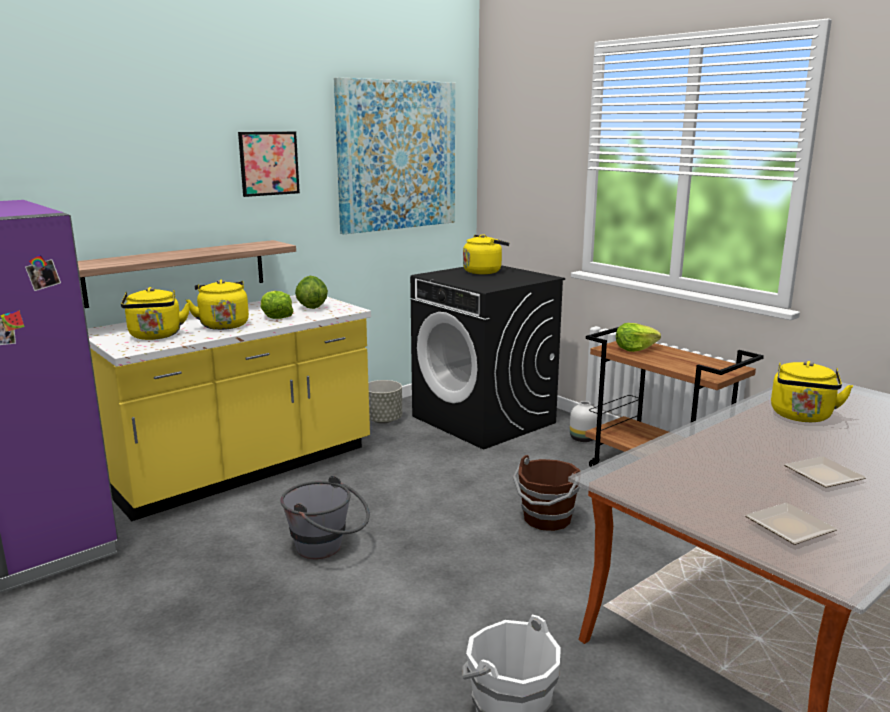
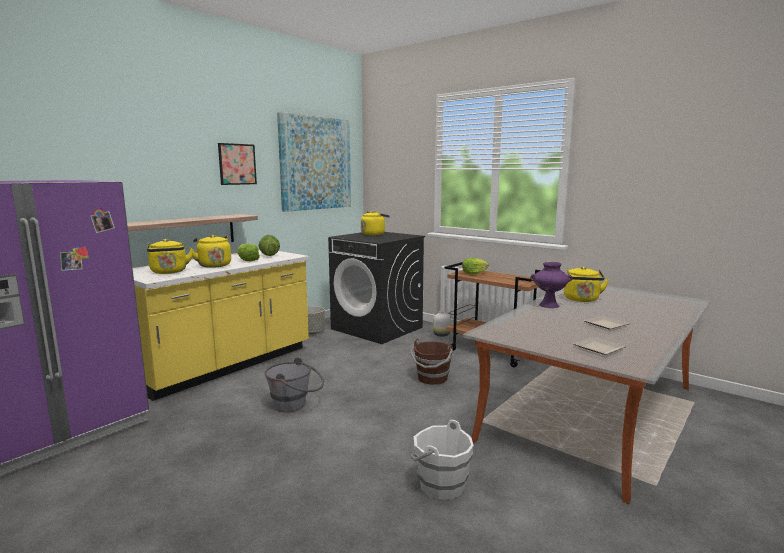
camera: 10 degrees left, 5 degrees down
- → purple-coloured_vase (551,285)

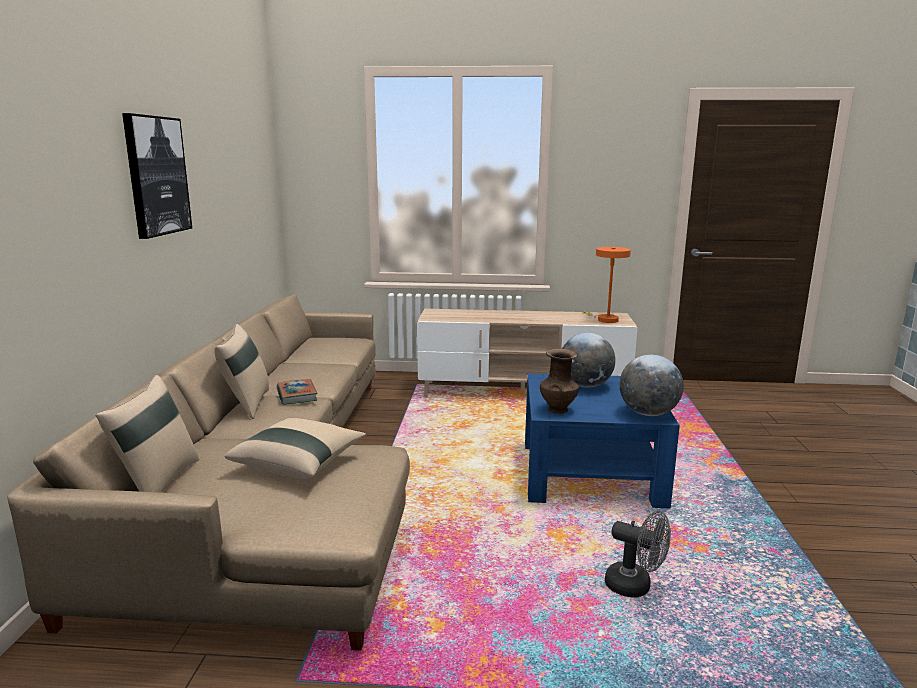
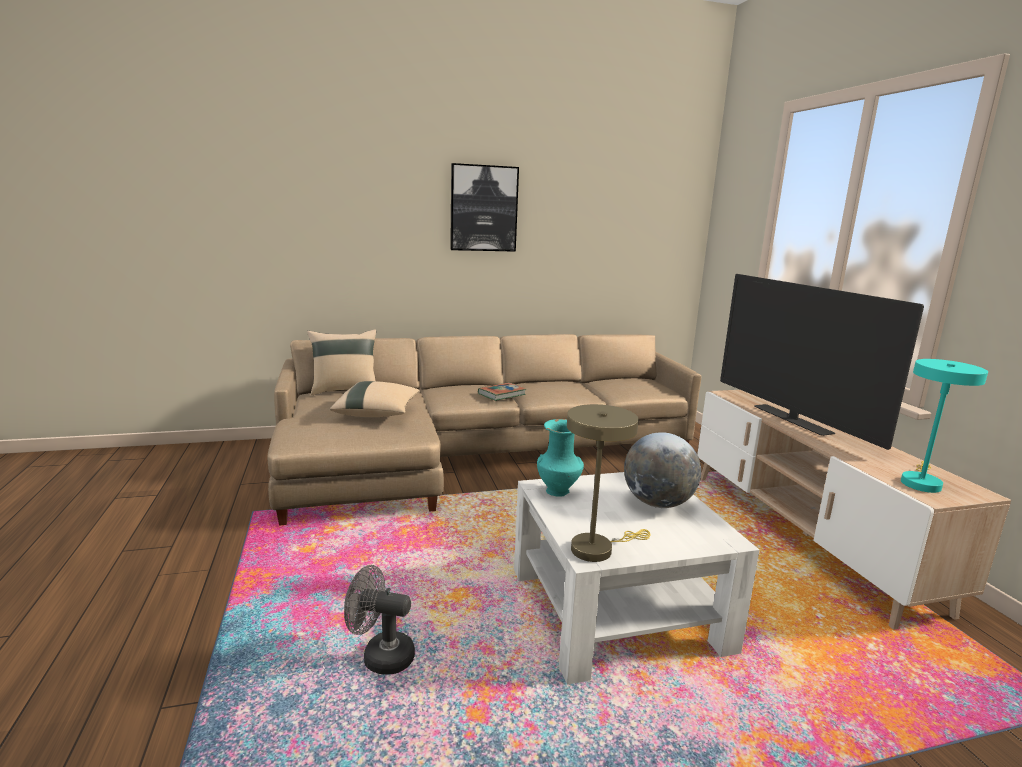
camera: 70 degrees right, 0 degrees up
beige_cushion (241,371) → -
- → television (822,362)
desk_globe (651,385) → beige_tabletop_lamp (609,483)
bluish_coffee_table (602,441) → whitish_coffee_table (637,578)
brownish_vase (559,381) → blue-green_vase (560,458)
orange_tabletop_lamp (606,285) → blue-green_tabletop_lamp (944,426)
grey_fan (638,554) → grey_fan (379,620), 90 degrees clockwise

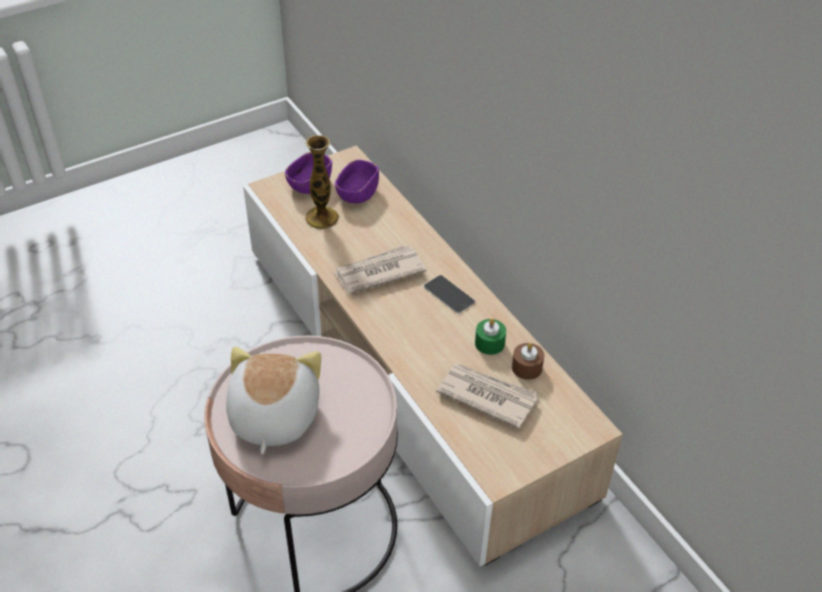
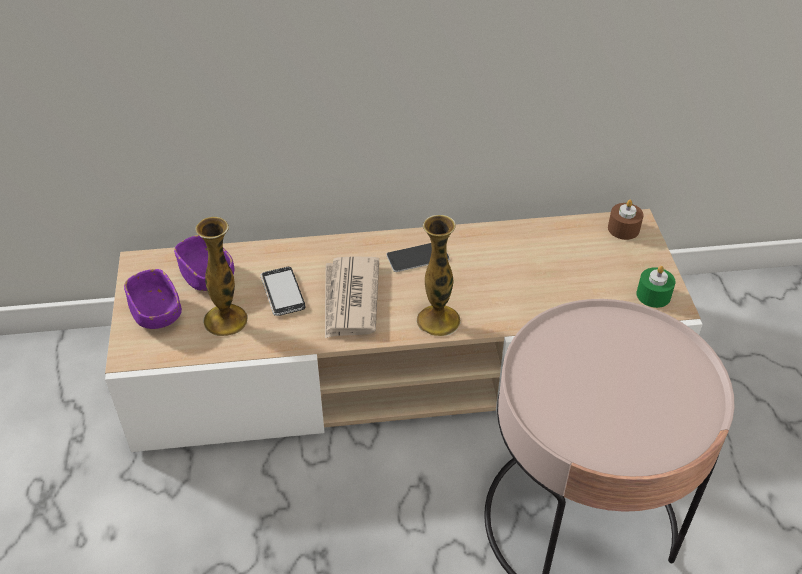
camera: 65 degrees left, 0 degrees up
soft_toy (273,400) → -
daily_paper (487,396) → -
- → handset (282,291)
- → vase (438,275)
green_wax_light (490,336) → green_wax_light (656,287), shifted
brownish_wax_light (528,361) → brownish_wax_light (626,220), shifted

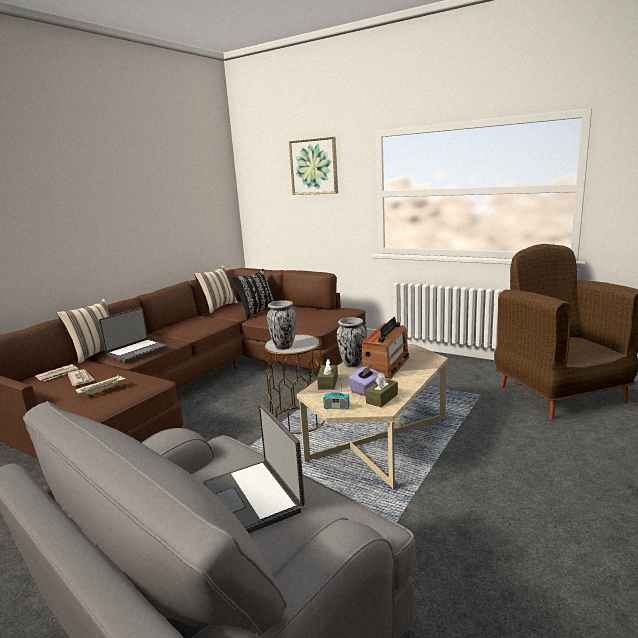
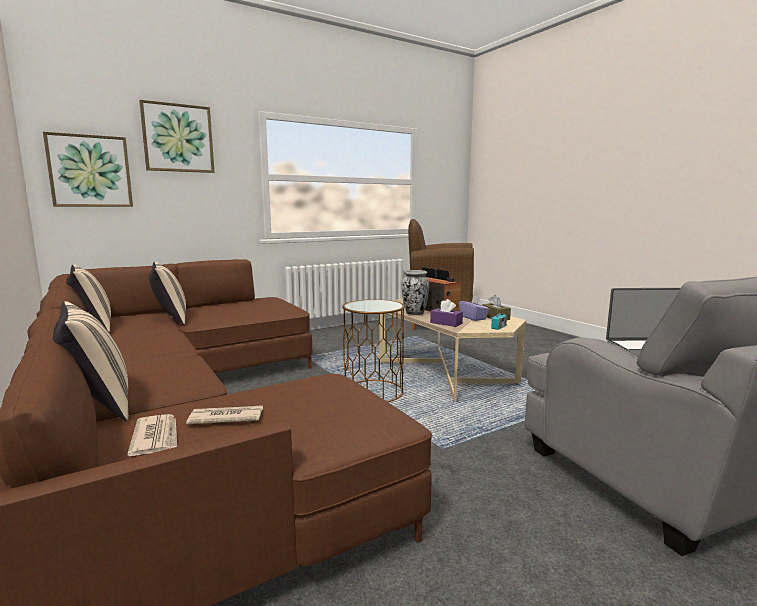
camera: 65 degrees left, 5 degrees down
beige_serving_tray (100,384) → -
laptop (133,335) → -
vase (281,325) → -
- → picture (88,169)
blackish_cushion (253,294) → beige_cushion (167,293)
brownish_tissue_holder (327,374) → purple-coloured_tissue_holder (446,313)

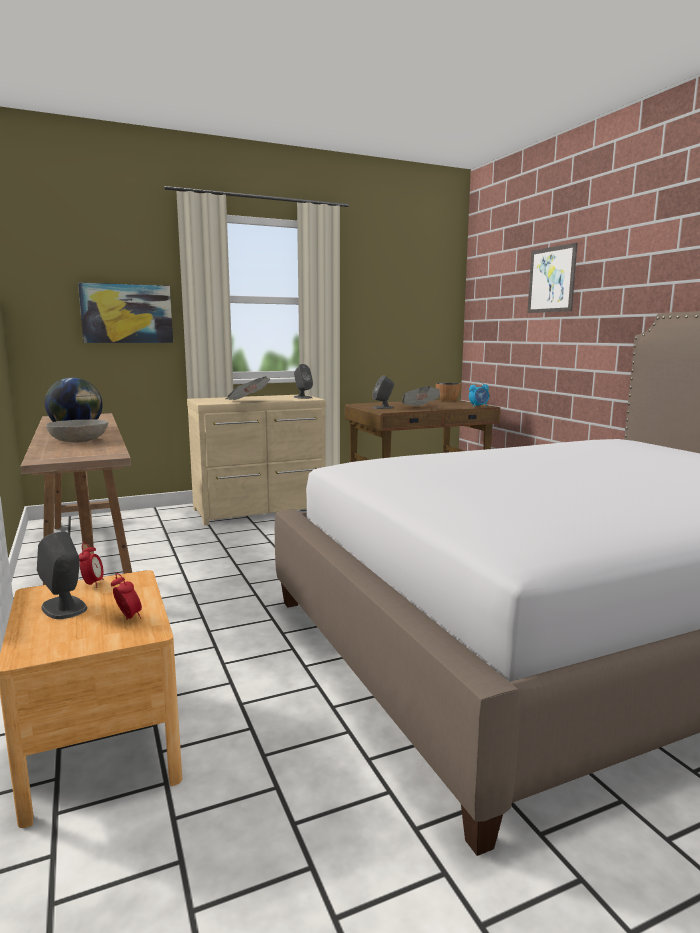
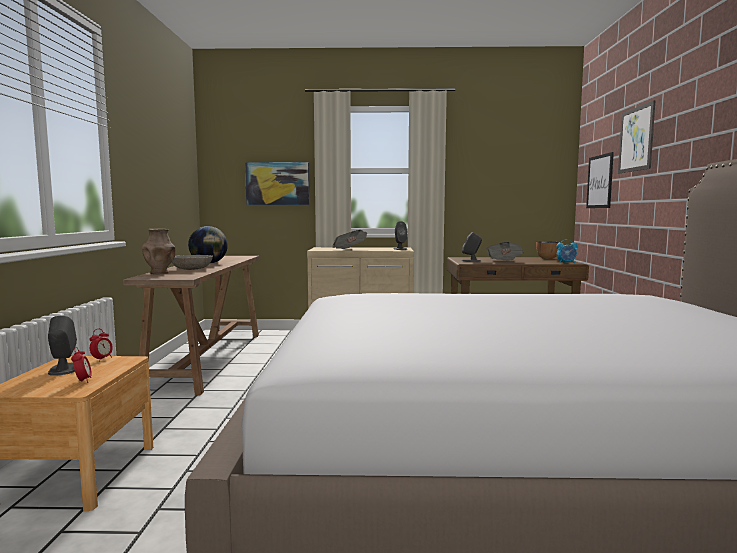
camera: 25 degrees right, 5 degrees down
- → brownish_vase (159,251)
- → picture (600,180)

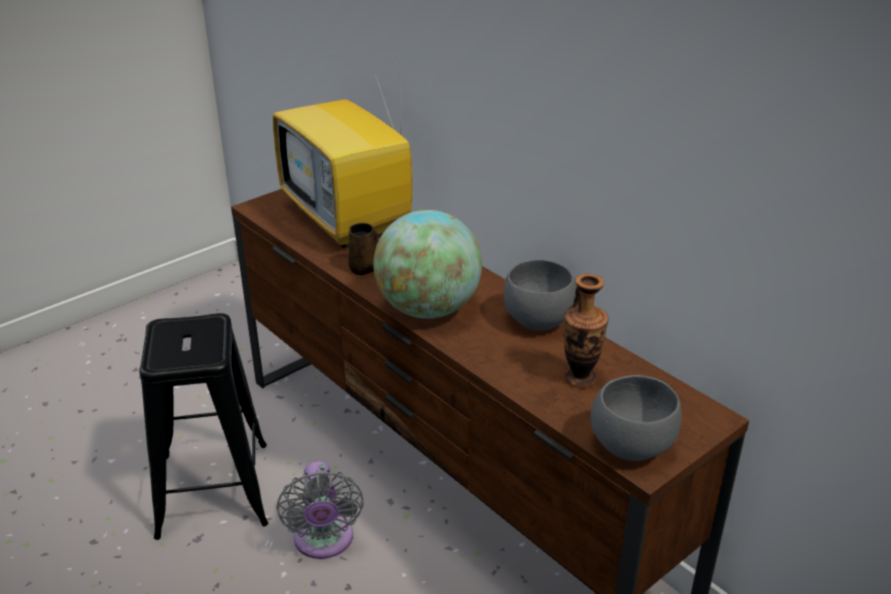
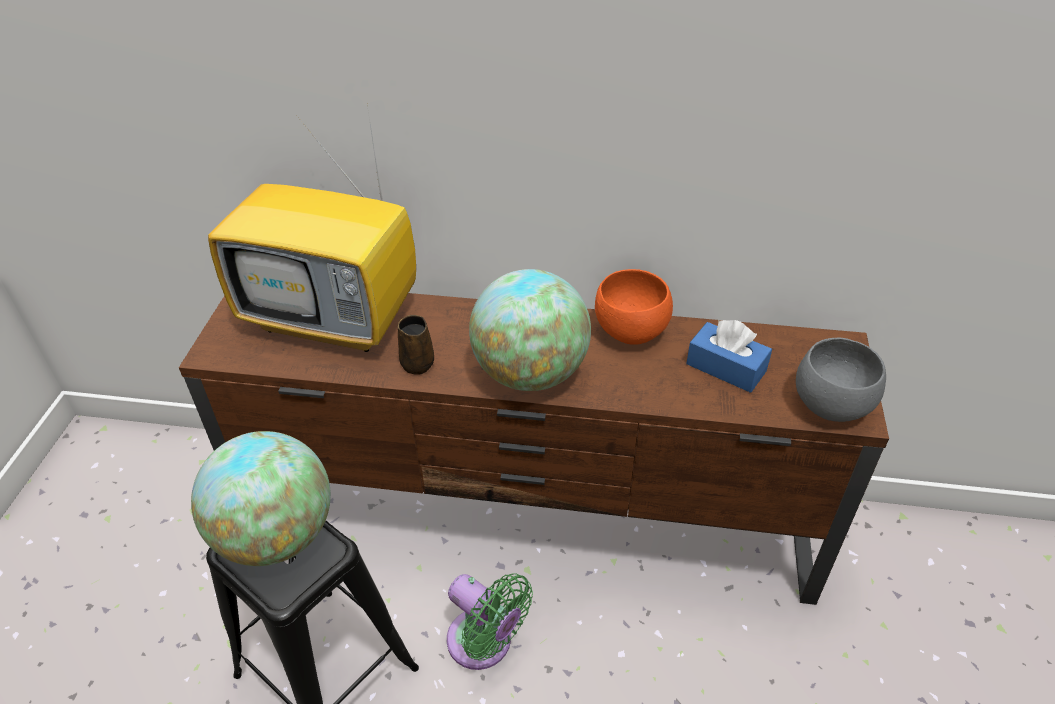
camera: 40 degrees left, 10 degrees up
- → desk_globe (261,498)
vase (586,331) → bluish_tissue_holder (729,356)
grey_fan (320,510) → green_fan (490,621)
grey_serving_bowl (540,295) → orange_serving_bowl (634,307)

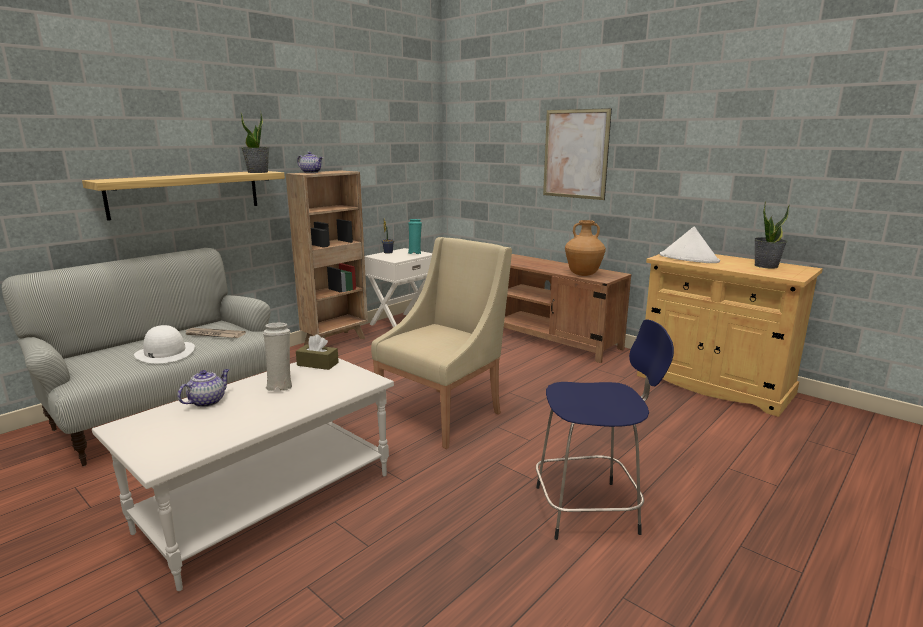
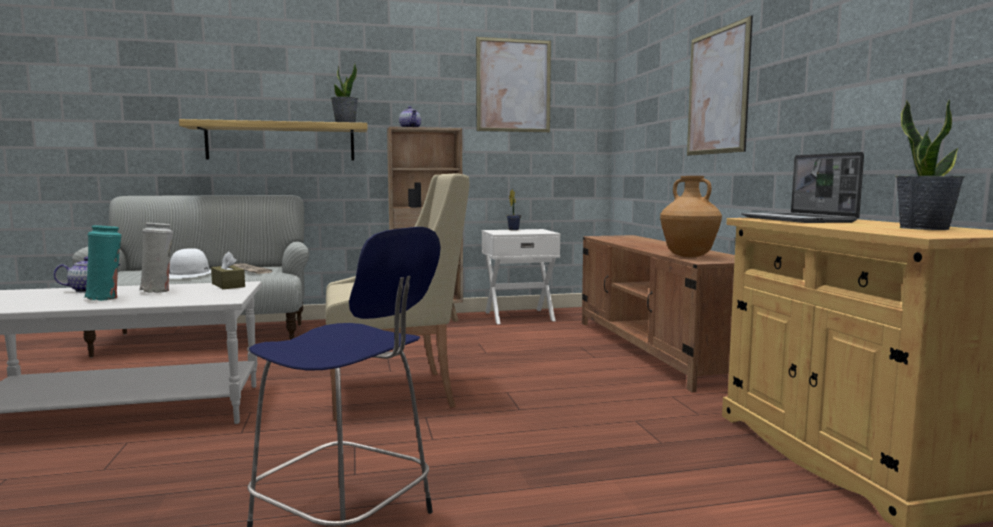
camera: 35 degrees right, 10 degrees down
- → picture (513,84)
blue-green_vase (415,236) → blue-green_vase (103,263), shifted
whitish_hat (690,244) → laptop (802,187)

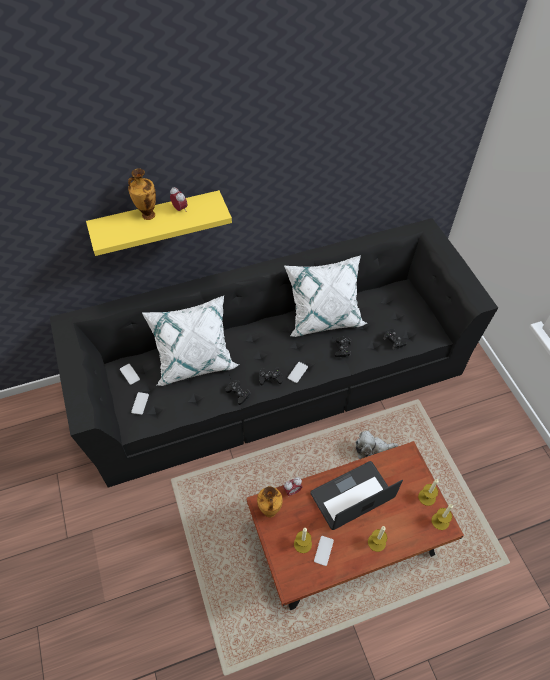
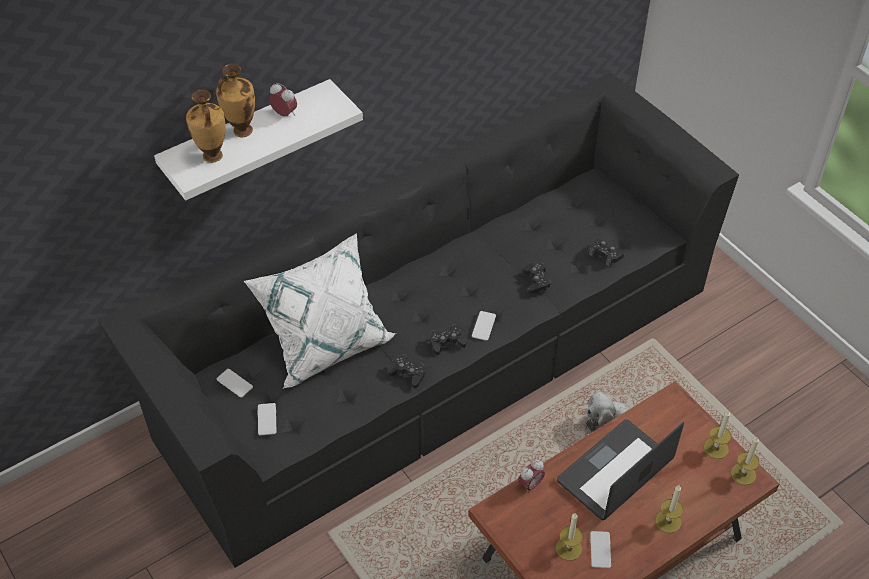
camera: 15 degrees left, 5 degrees down
whitish_cushion (325,296) → -
vase (270,501) → vase (206,126), shifted
yellow_shelf (159,223) → whitish_shelf (258,139)

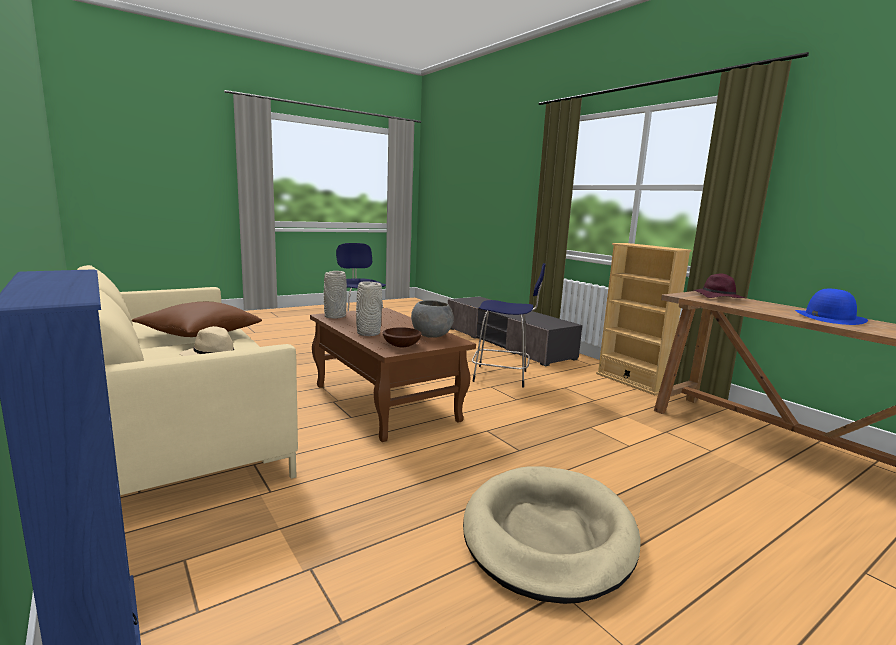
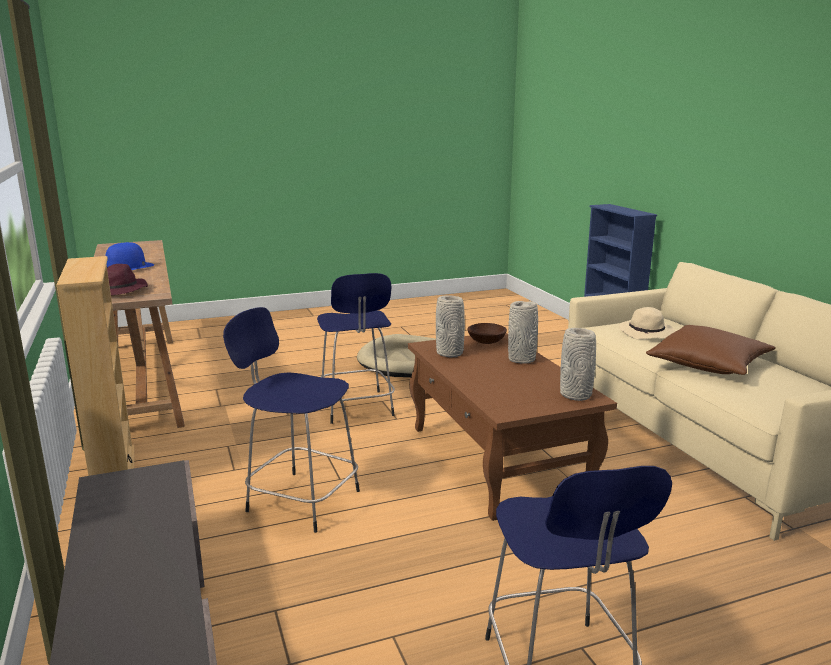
camera: 165 degrees left, 5 degrees up
- → bluish_stool (356,348)
grey_serving_bowl (432,319) → grey_vase (450,326)

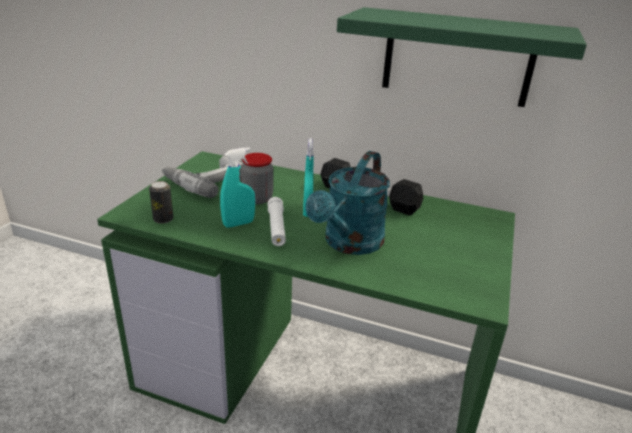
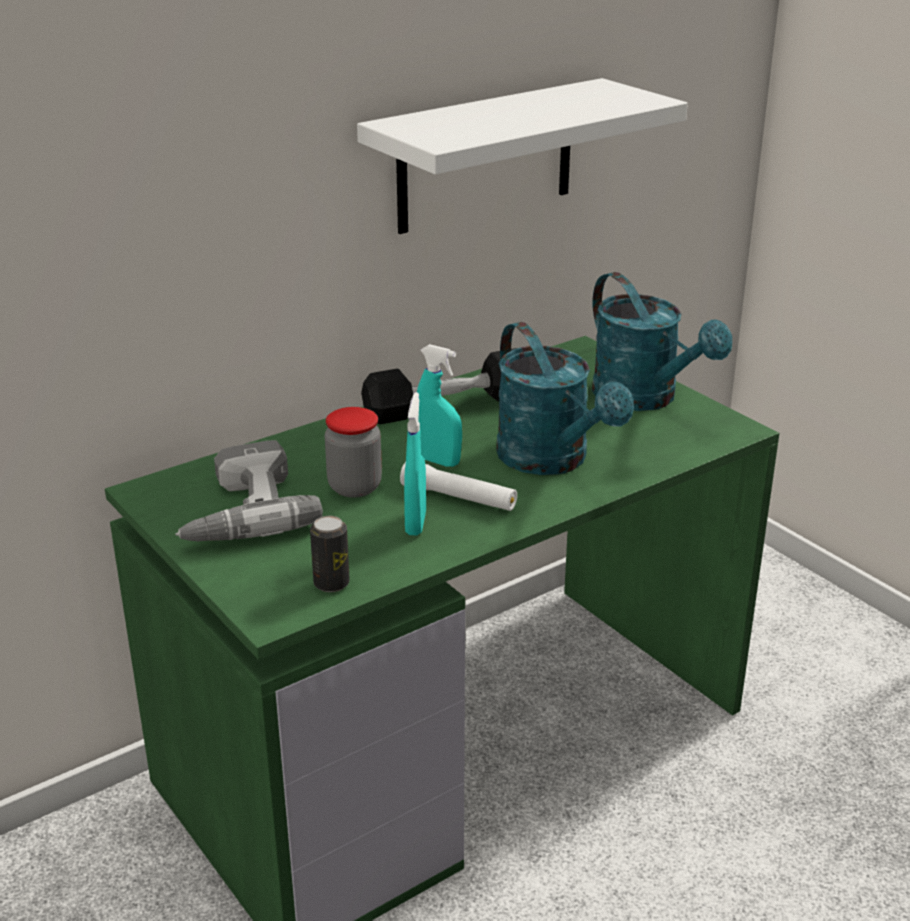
camera: 55 degrees left, 0 degrees up
- → blue-green_watering_pot (662,341)
green_shelf (462,57) → whitish_shelf (522,156)

